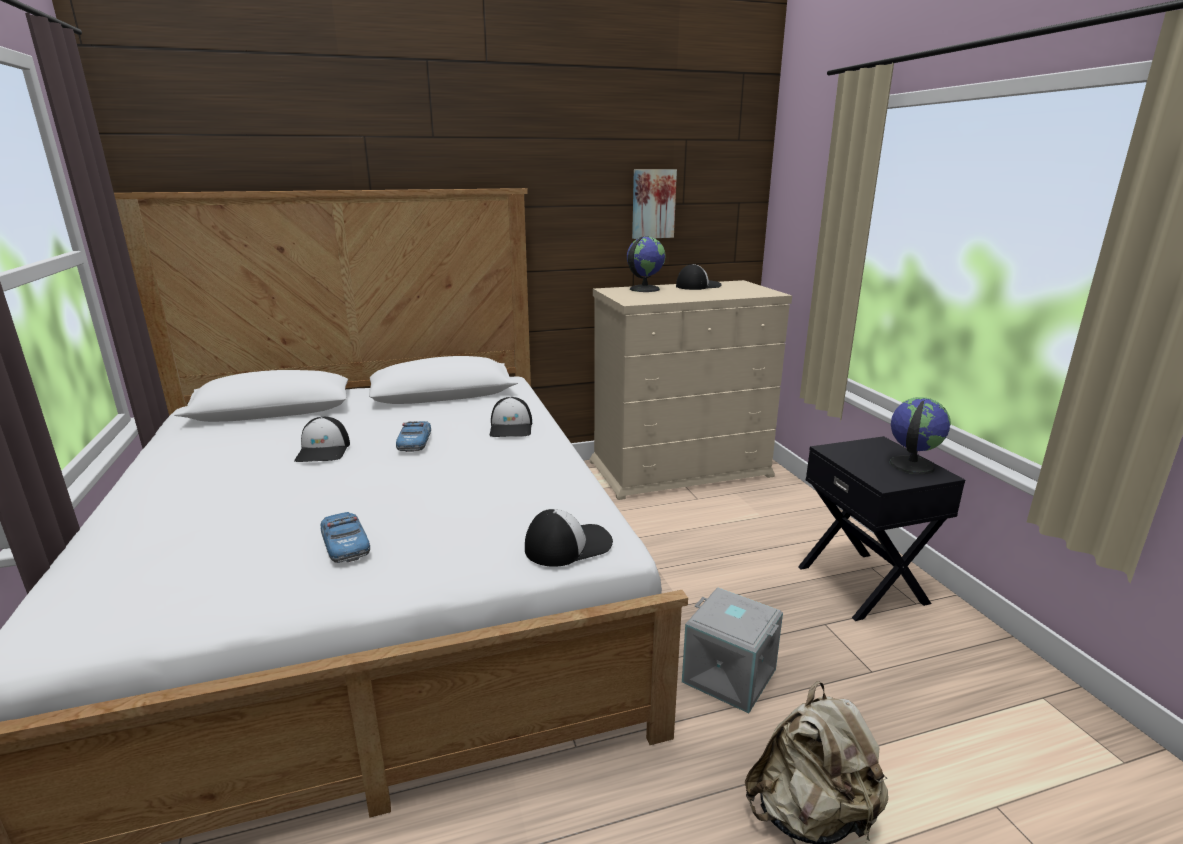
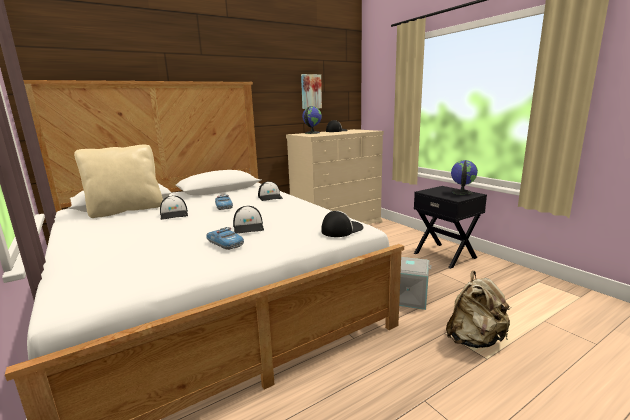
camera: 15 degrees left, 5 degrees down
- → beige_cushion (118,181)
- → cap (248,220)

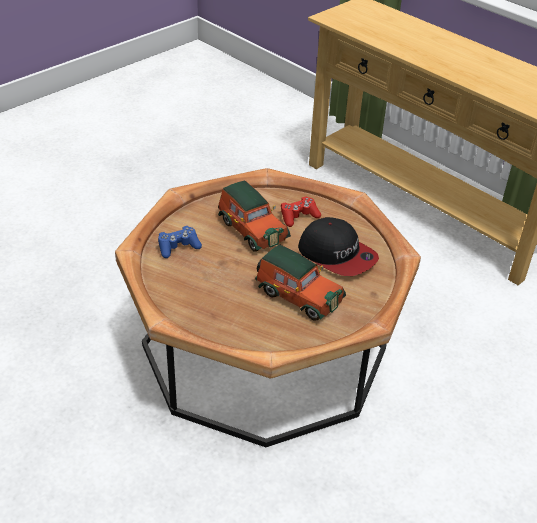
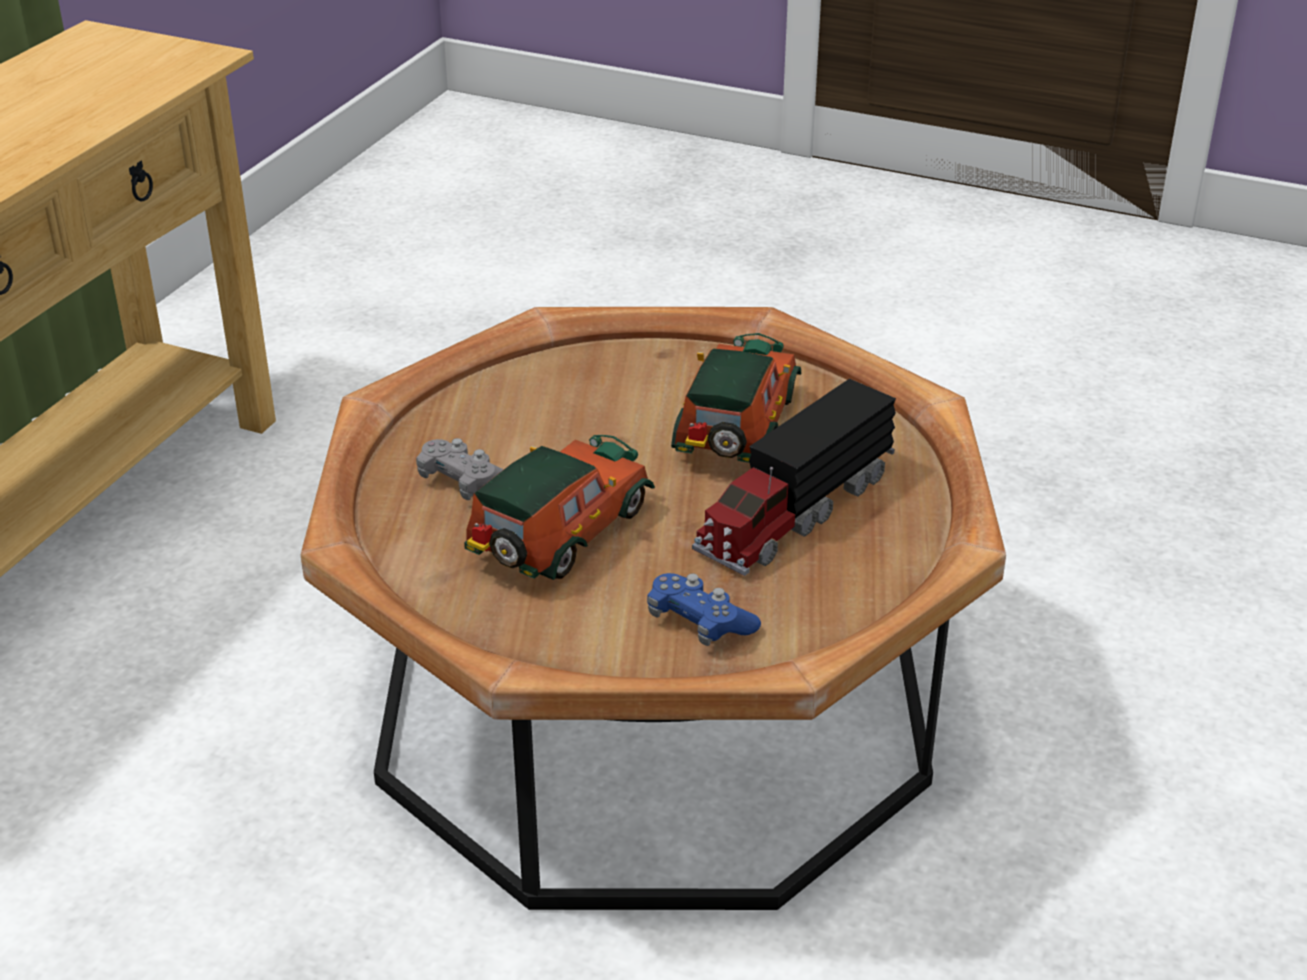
camera: 110 degrees left, 5 degrees down
cap (338,246) → -
- → toy_lorry (794,477)
red-coloured_gamepad (301,211) → grey_gamepad (460,469)

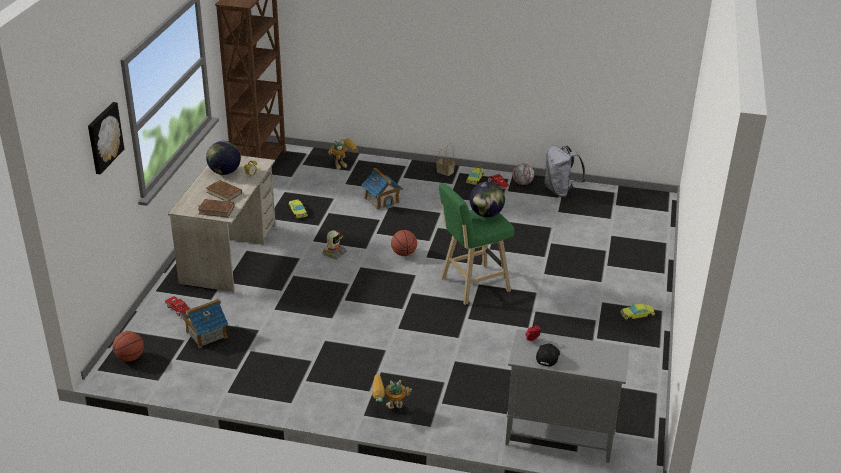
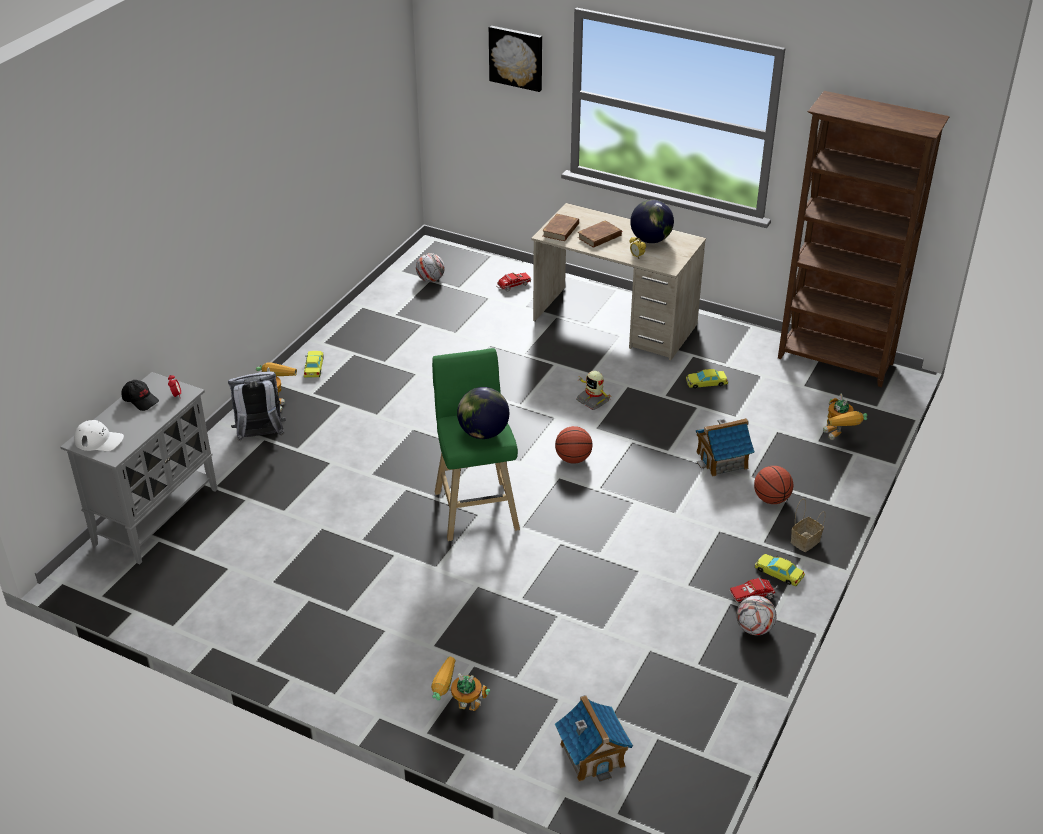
camera: 105 degrees right, 5 degrees up
- → whitish_cap (99,435)
- → football_ball (430,267)
- → model_robot (460,684)
basketball_ball (128,346) → basketball_ball (774,485), shifted
model_house (204,323) → model_house (594,738), shifted
grey_knapsack (564,171) → grey_knapsack (257,406), shifted
yellow_miniature_car (637,311) → yellow_miniature_car (314,364), shifted

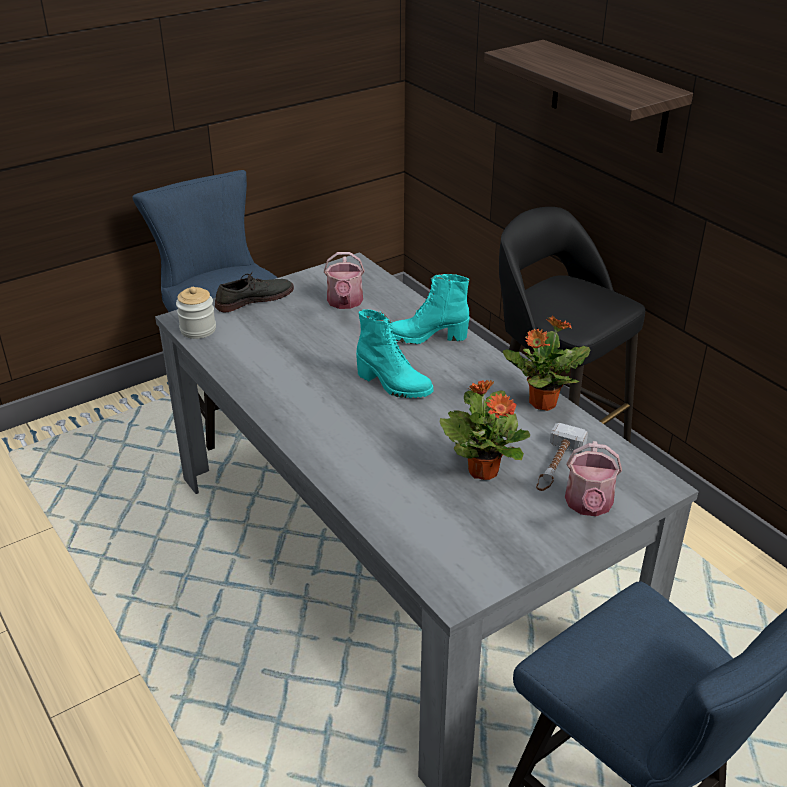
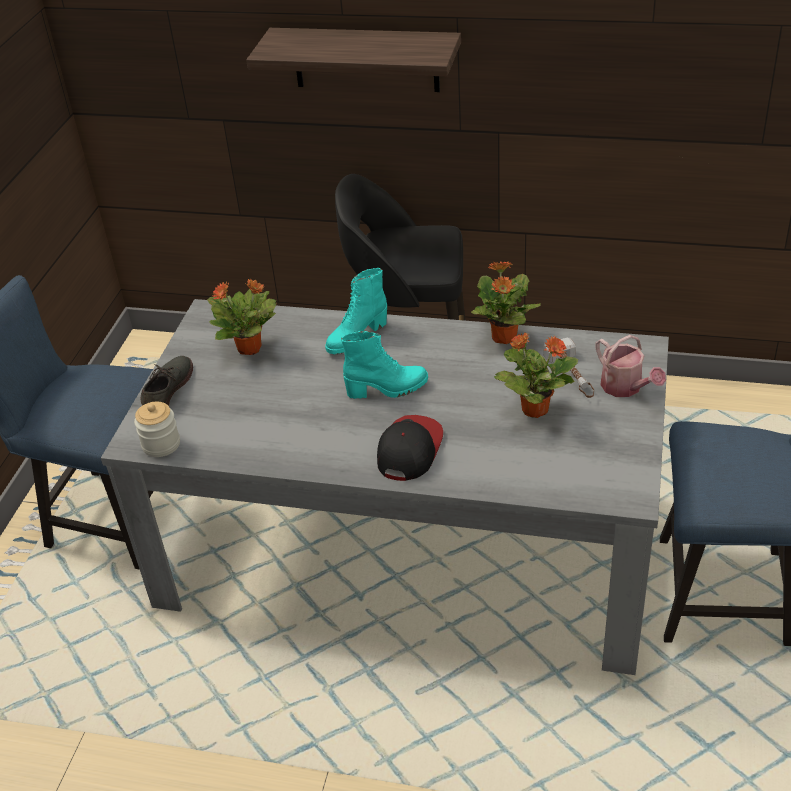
camera: 40 degrees left, 5 degrees up
- → cap (410,448)
watering_pot (344,280) → potted_plant (242,317)

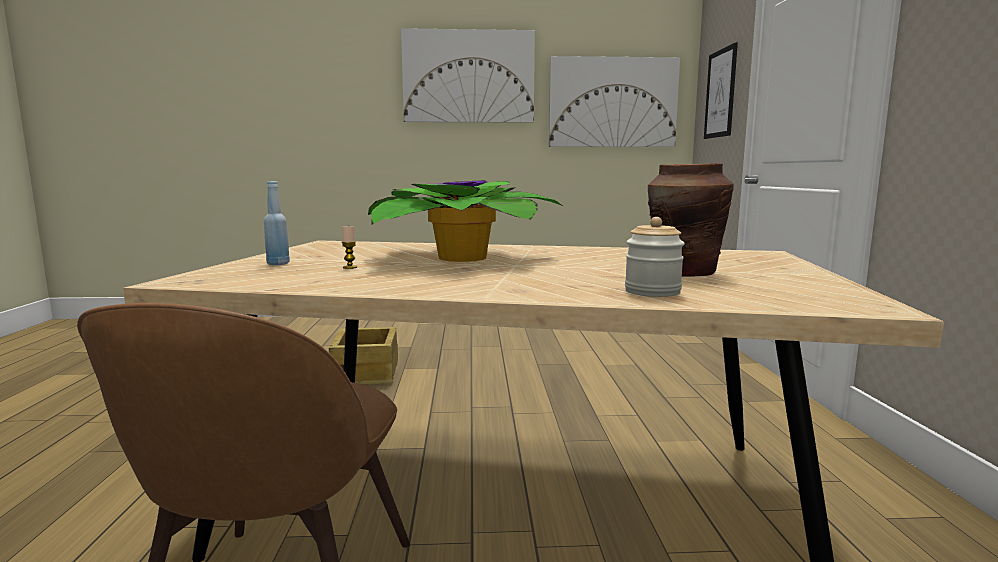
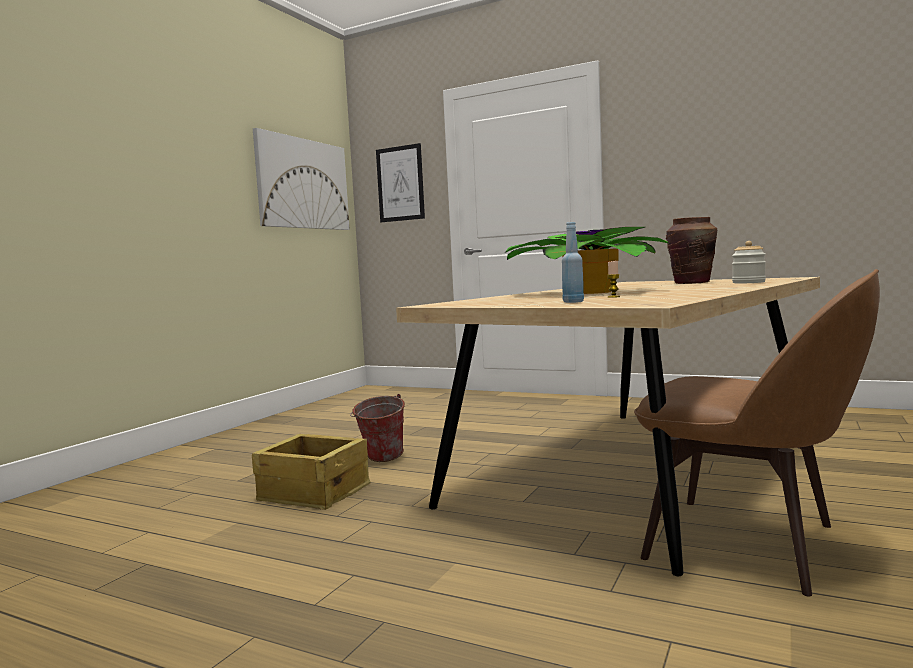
camera: 60 degrees left, 5 degrees down
picture (468,75) → -
- → bucket (377,428)

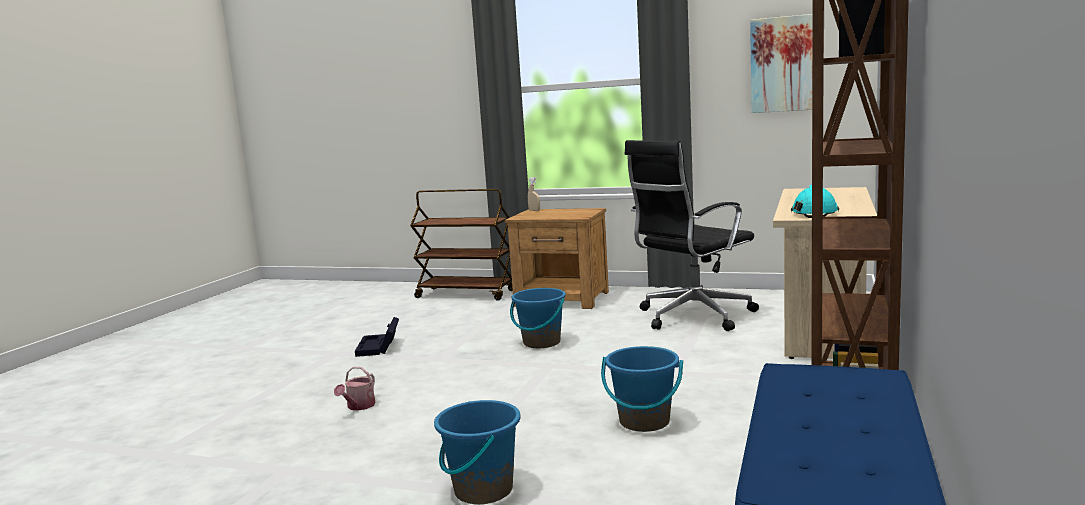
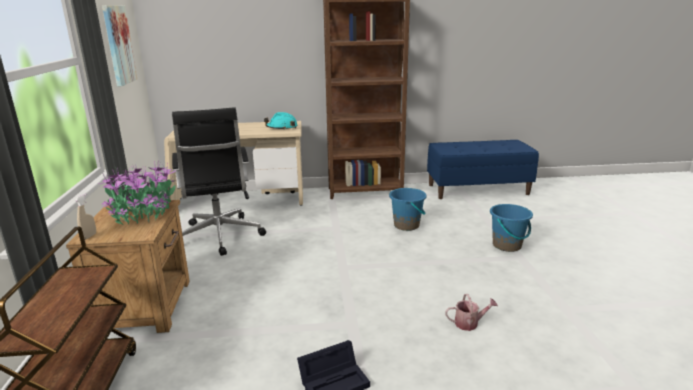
camera: 115 degrees left, 10 degrees up
bluish_bucket (538,318) → -
- → potted_plant (137,192)
blackish_office_chair (692,235) → blackish_office_chair (219,181), 45 degrees clockwise

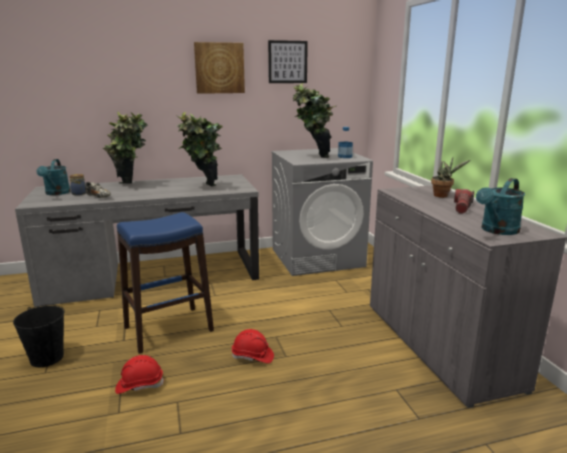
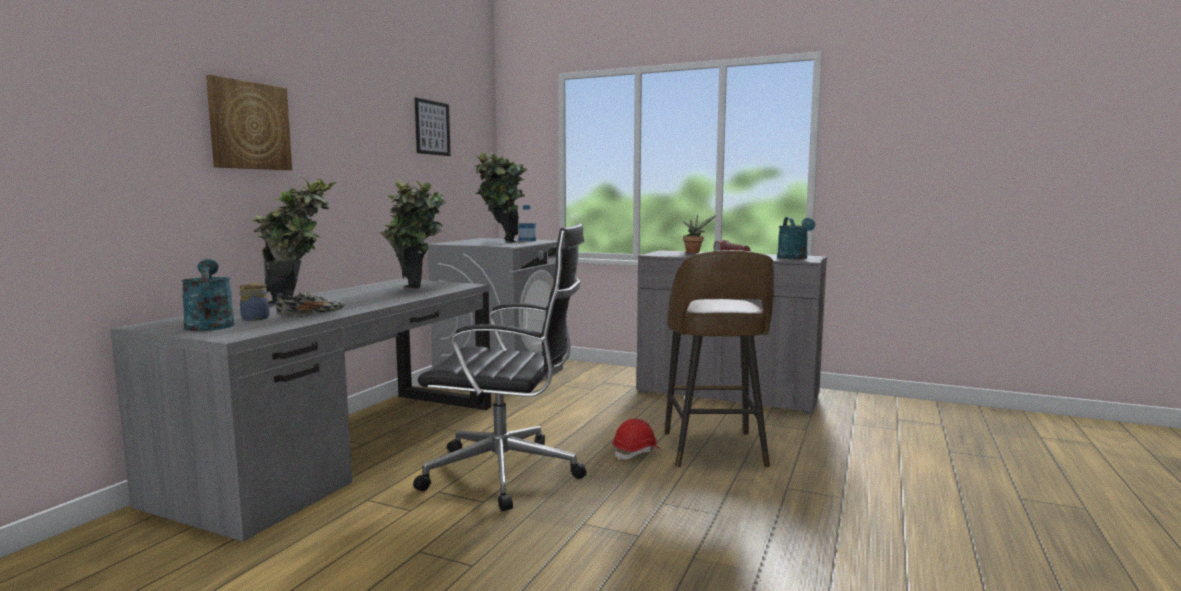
camera: 50 degrees left, 10 degrees down
blackish_bucket (39,335) → -
red-coloured_safety_helmet (139,374) → -
- → brownish_stool (719,358)
picture (219,68) → picture (249,122), shifted
bluish_stool (165,283) → blackish_office_chair (500,367)
blue-green_watering_pot (53,177) → blue-green_watering_pot (207,295), 150 degrees counterclockwise

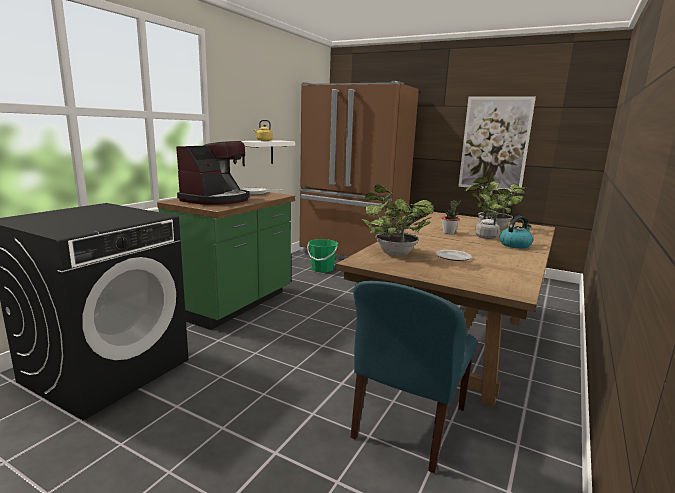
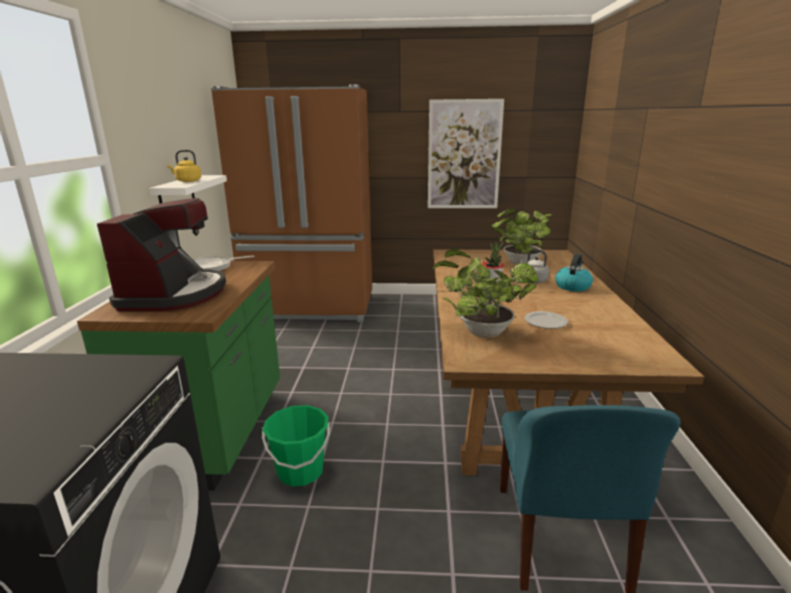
camera: 25 degrees left, 5 degrees up
green_bucket (322,256) → green_bucket (296,445), shifted

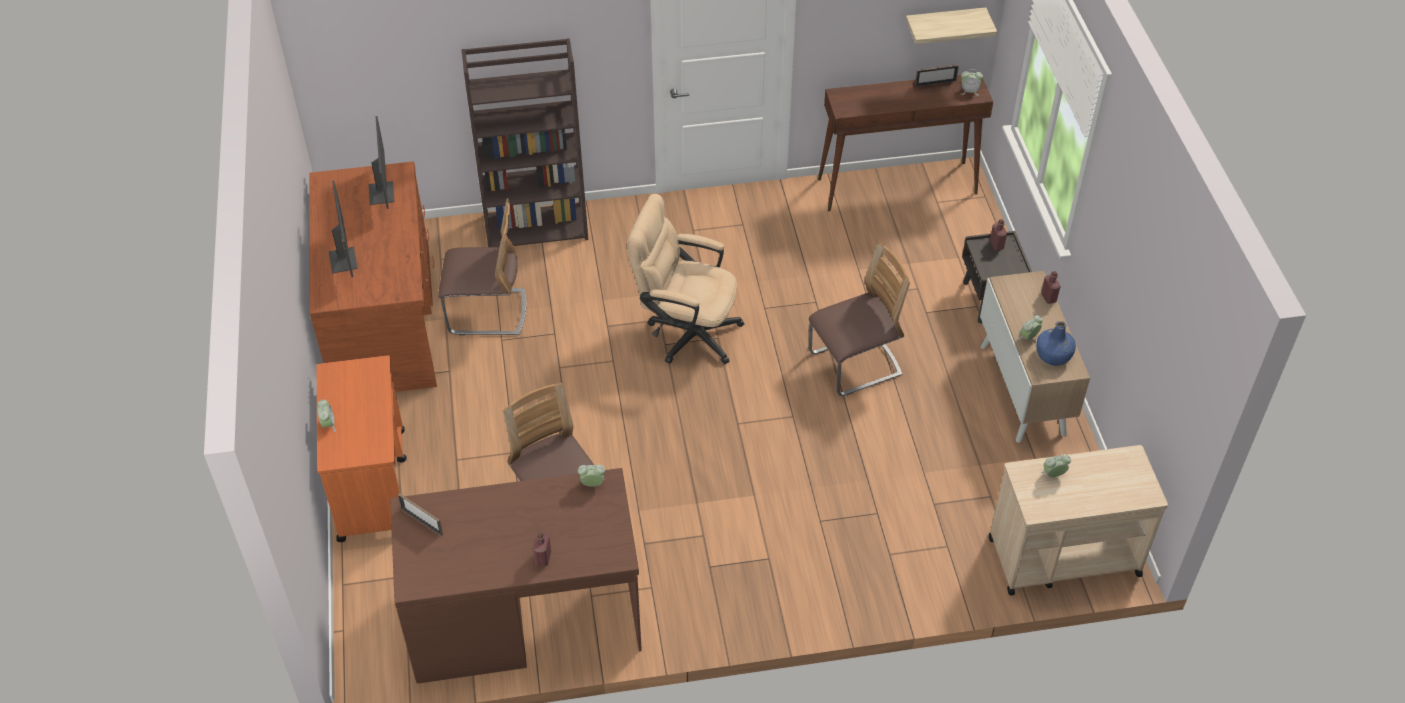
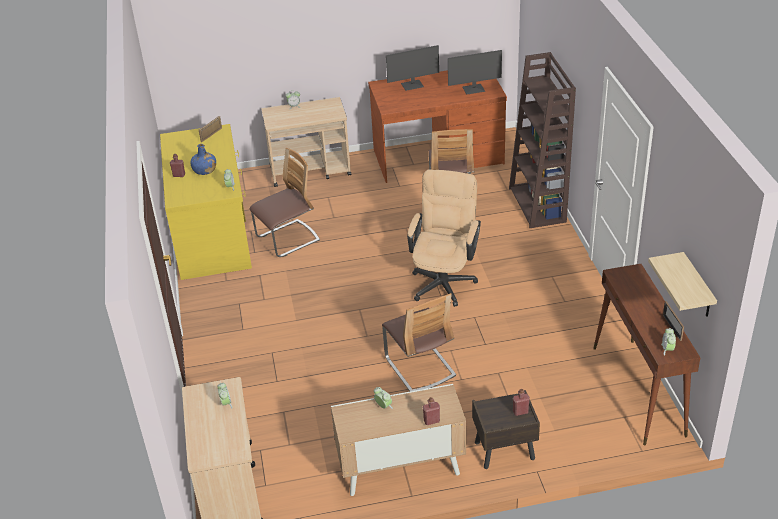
camera: 90 degrees right, 10 degrees down
bluish_beverage_bottle (1056,343) → bluish_beverage_bottle (203,159), shifted
orange_trolley (362,448) → beige_trolley (306,142)
brownish_desk_unit (516,575) → yellow_desk_unit (206,202)

